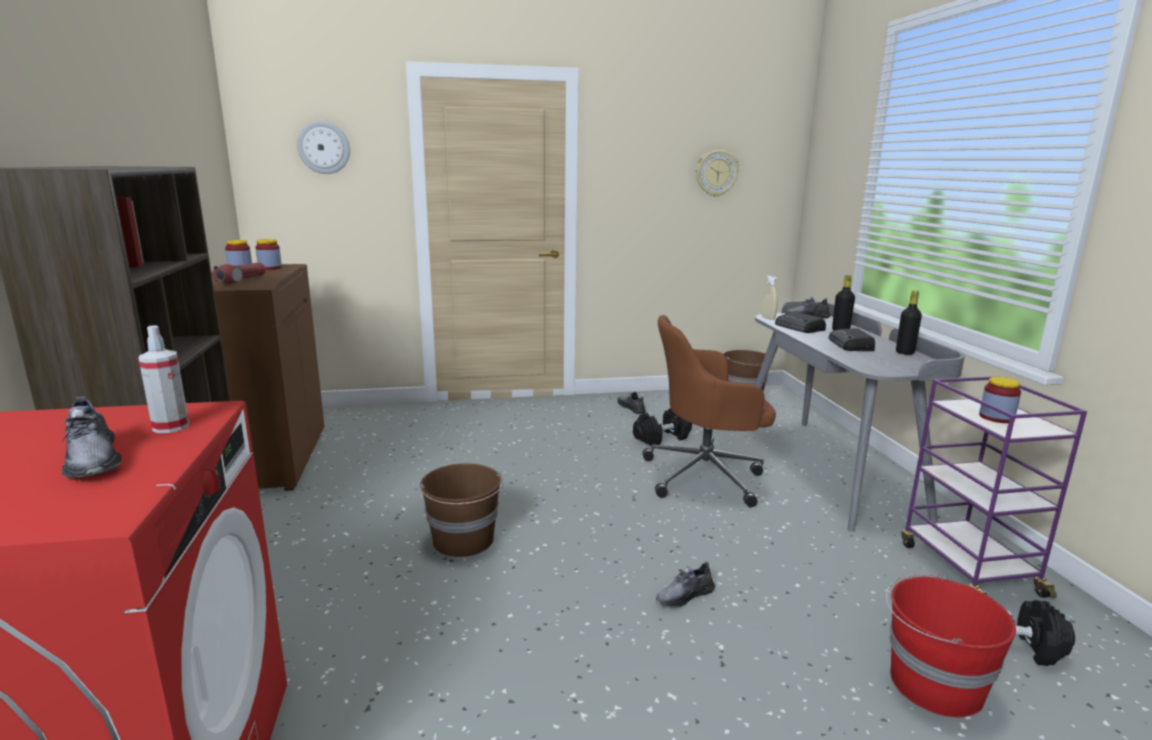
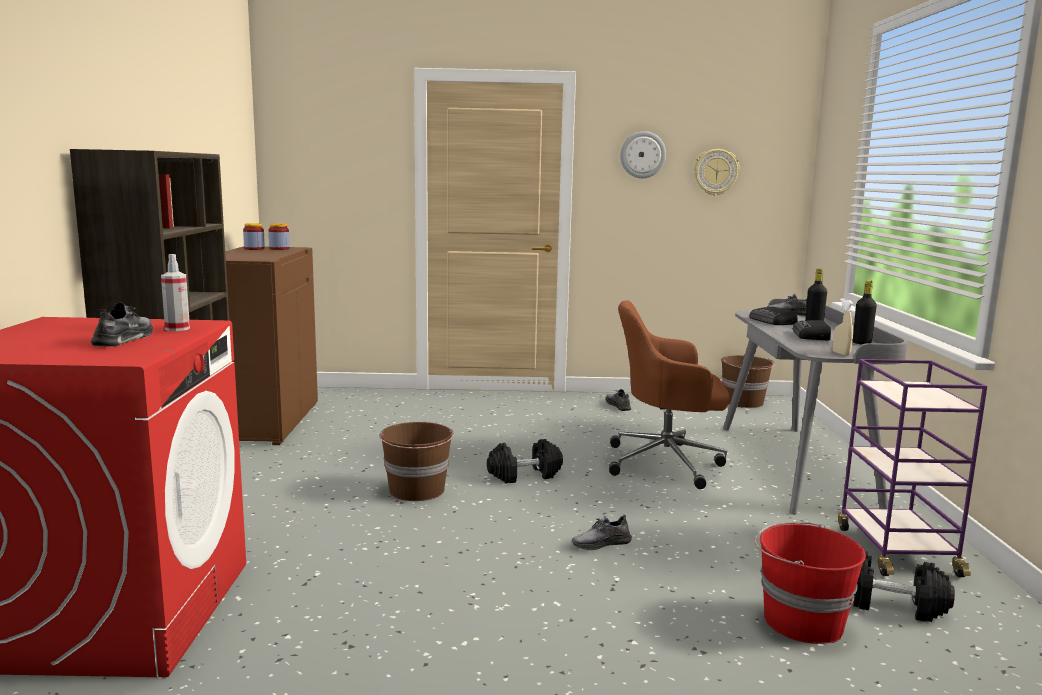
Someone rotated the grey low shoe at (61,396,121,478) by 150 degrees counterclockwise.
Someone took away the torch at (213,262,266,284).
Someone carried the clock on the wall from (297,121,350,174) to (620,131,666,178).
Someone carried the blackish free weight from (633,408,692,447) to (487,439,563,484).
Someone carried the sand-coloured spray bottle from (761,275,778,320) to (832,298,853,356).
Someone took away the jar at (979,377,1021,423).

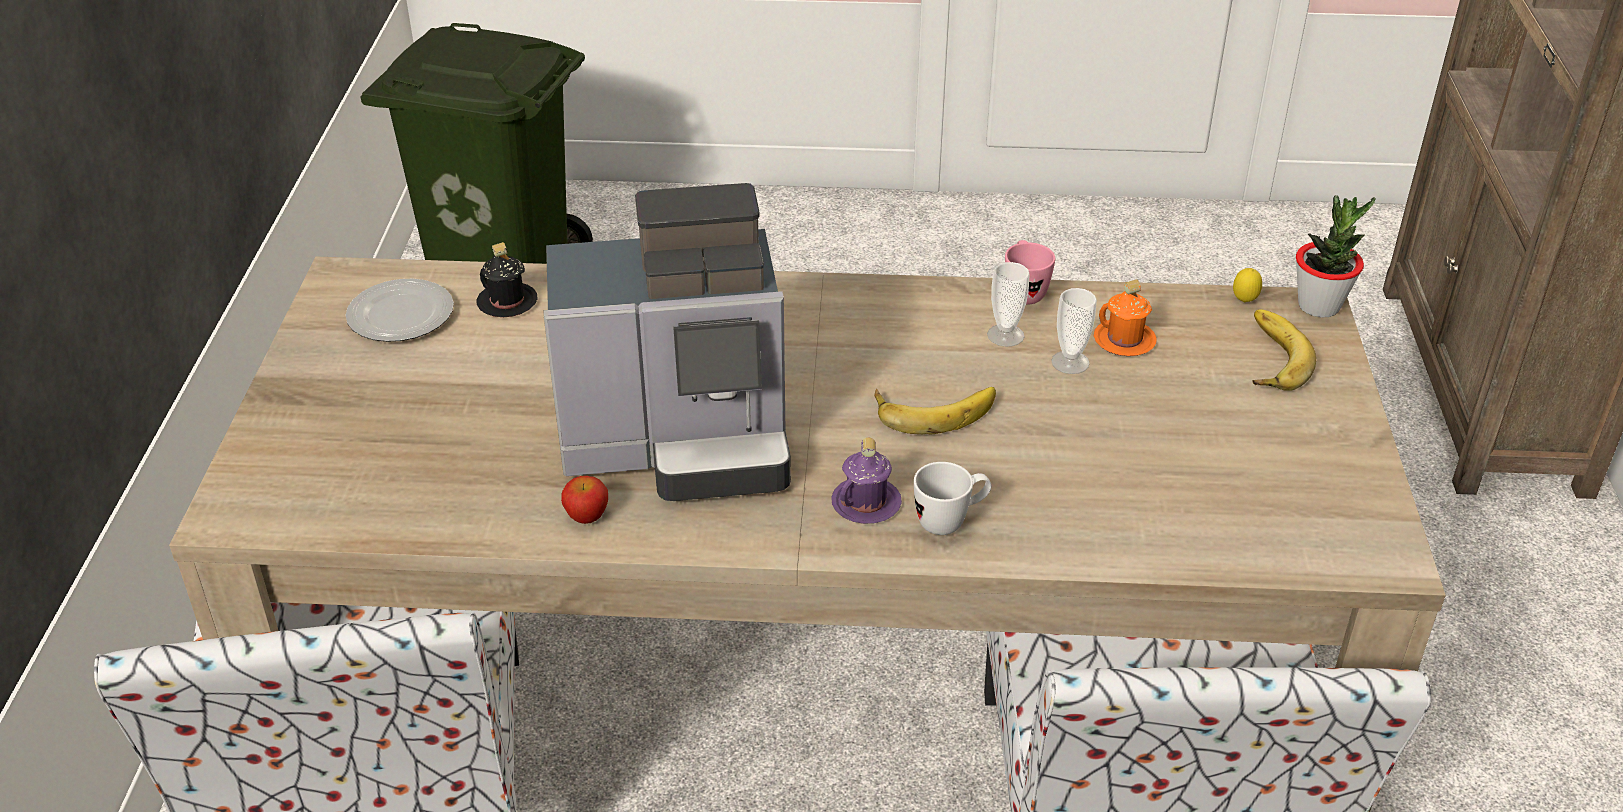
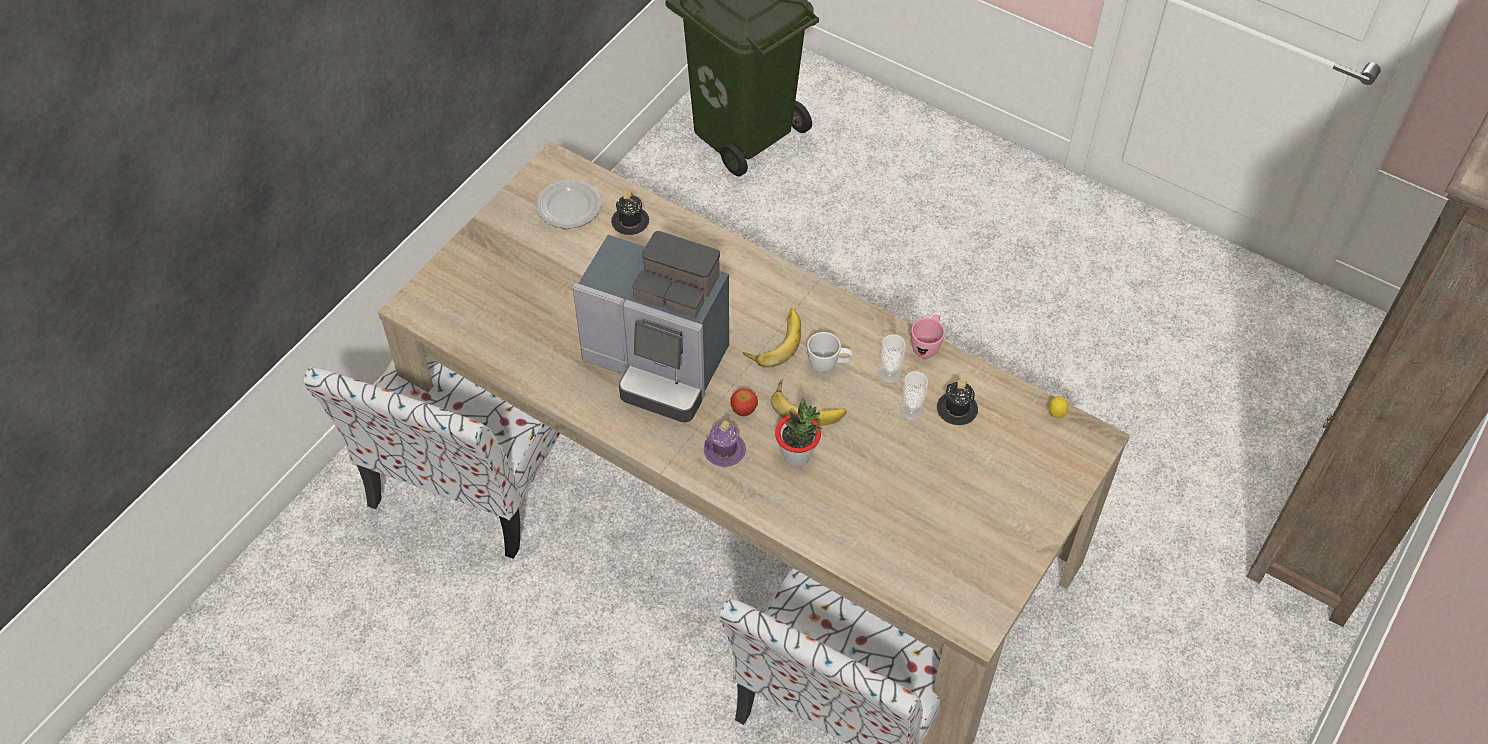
Someone carried the apple from (561,476,608,524) to (730,389,758,416).
Someone carried the white-coloured tea mug from (914,462,991,535) to (807,332,853,373).
Someone repainted the orange tea mug at (1094,279,1157,356), which became the blackish tea mug at (937,380,978,425).
Someone carried the banana fruit from (1252,309,1316,391) to (743,309,801,368).
Someone carried the potted plant from (1296,195,1376,318) to (775,398,822,466).

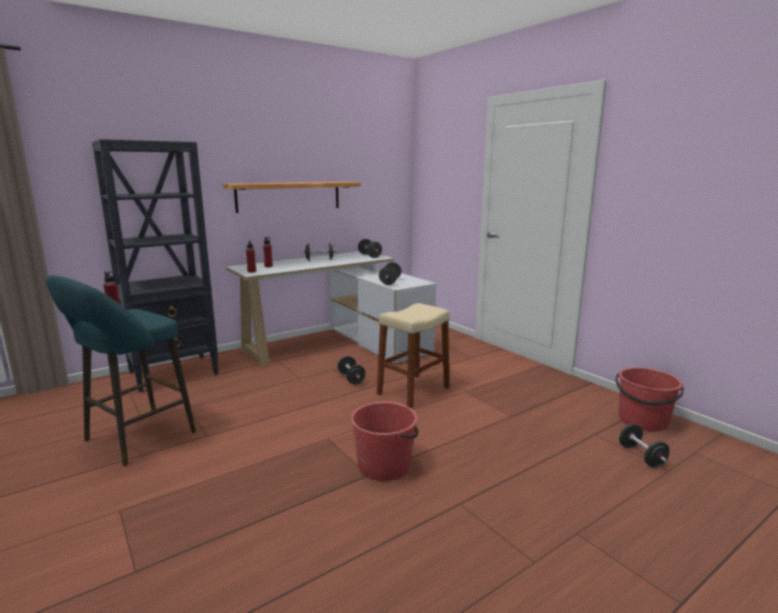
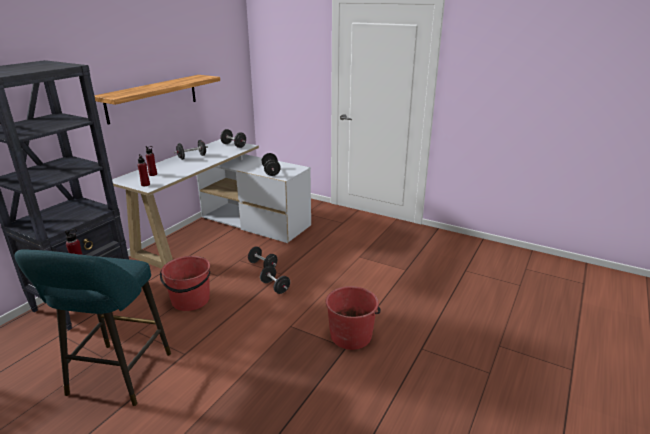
Someone took away the sand-coloured stool at (377,303,450,408).
Someone carried the reddish pail from (616,367,684,431) to (160,256,210,311).
Someone carried the blackish free weight from (619,424,670,467) to (260,266,290,294).

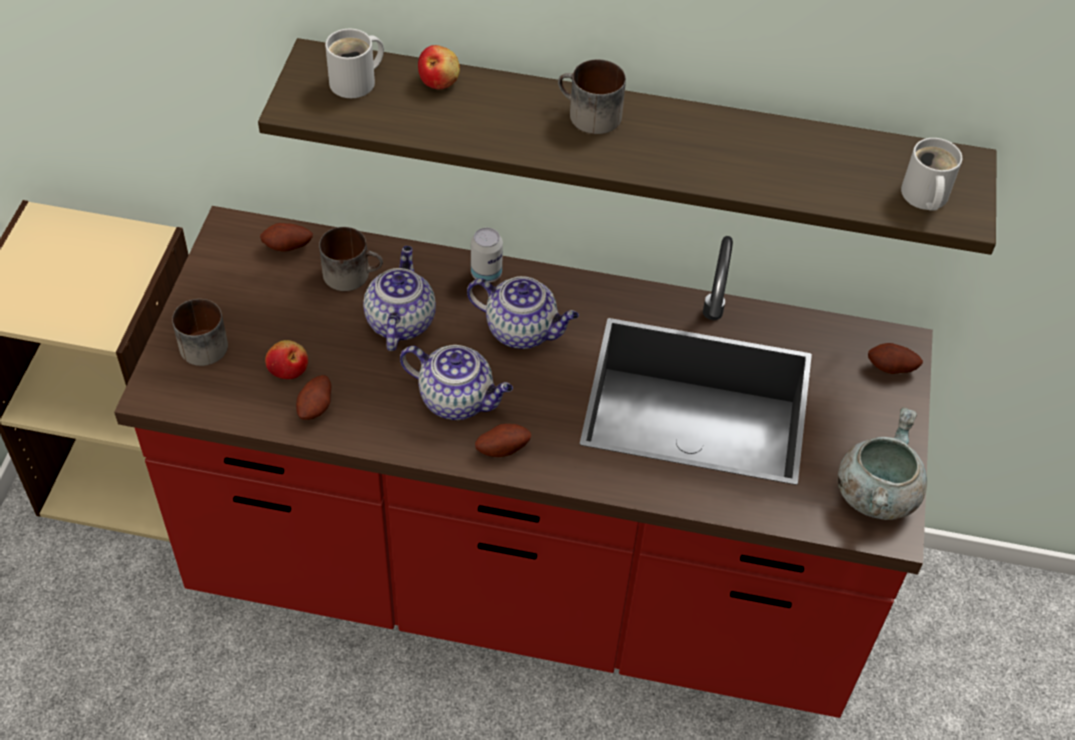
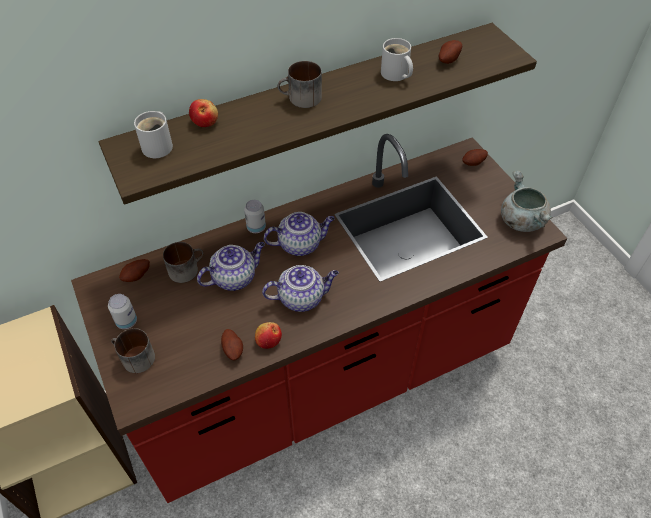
Someone carried the apple from (265,340,308,379) to (255,322,282,349).
Someone rotated the teapot at (363,246,436,351) by 90 degrees clockwise.
Someone carried the potato from (475,424,531,457) to (439,40,462,64).
Someone carried the white-coloured tea mug from (901,138,963,211) to (381,38,413,81).
Someone put down the can at (108,294,137,329).

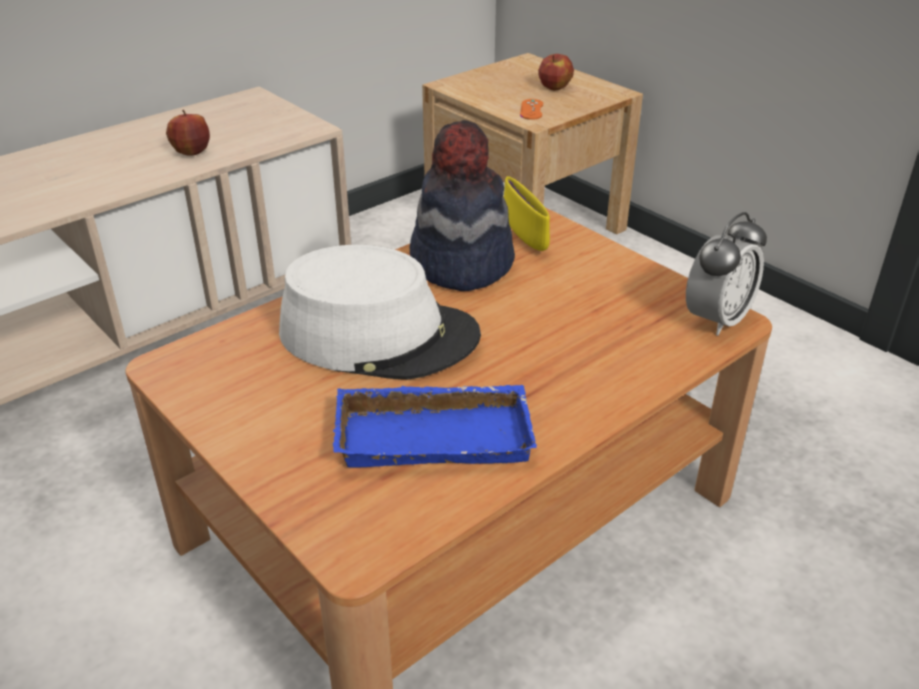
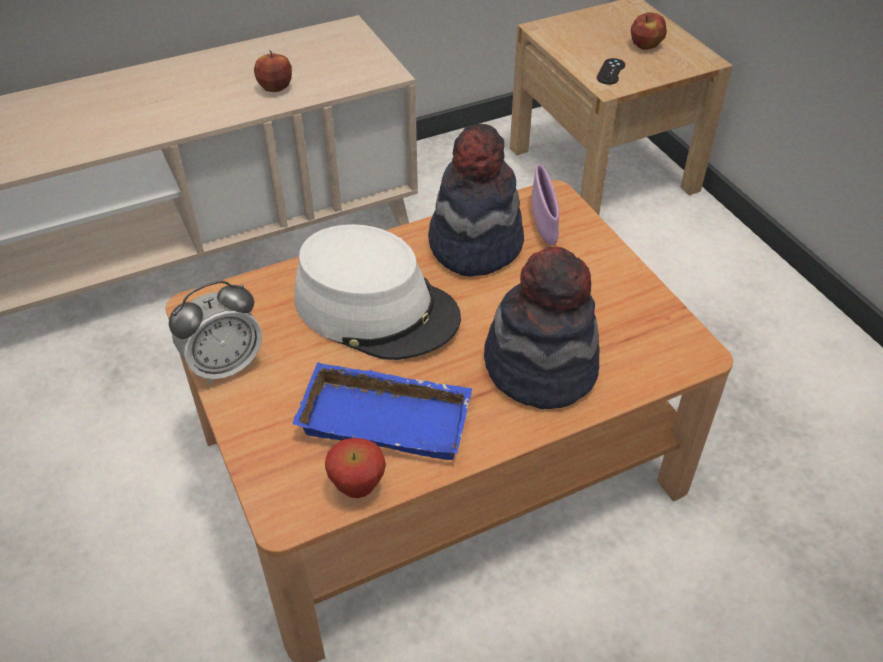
Someone repainted the yellow-coloured bowl at (504,176,550,251), which became the purple bowl at (532,164,559,245).
Someone repainted the orange joypad at (520,99,543,120), which became the blackish joypad at (597,58,625,84).
Someone carried the table clock from (686,212,767,336) to (169,280,262,385).
Someone put down the apple at (325,438,386,498).
Someone put down the wearable hat at (484,247,600,409).

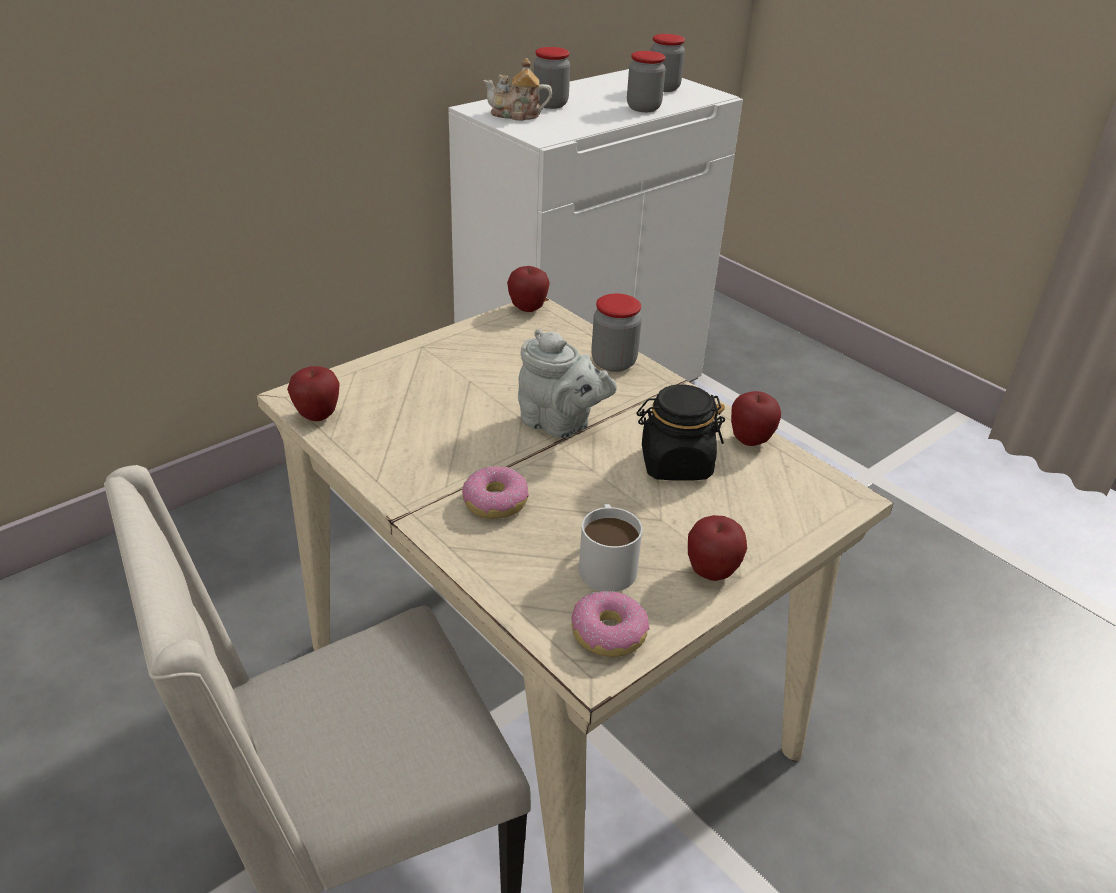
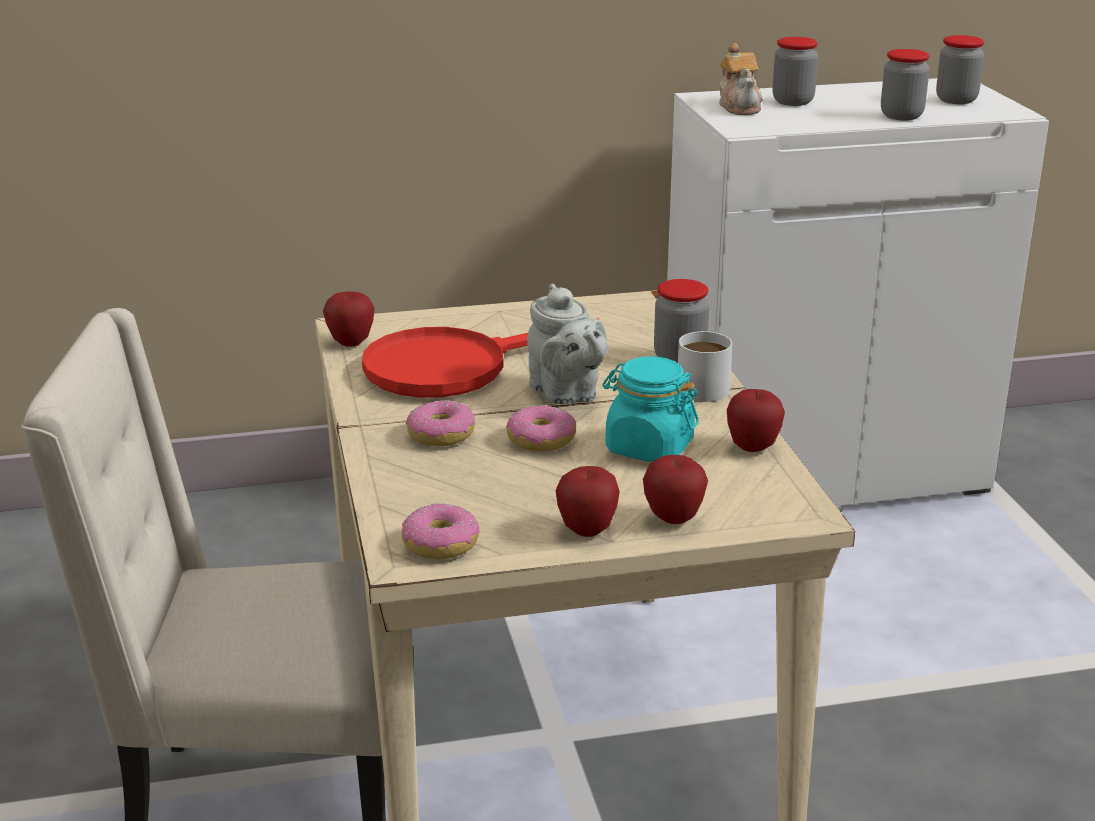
Someone rotated the teapot at (483,58,552,121) by 135 degrees counterclockwise.
Someone carried the apple from (507,266,550,312) to (643,455,708,524).
Someone carried the white-coloured tea mug from (579,504,642,592) to (678,331,732,402).
Someone repainted the blackish jar at (637,384,725,481), which became the turquoise jar at (602,356,699,462).
Someone put down the reddish skillet at (362,318,599,398).
Someone put down the doughnut at (506,405,576,451).

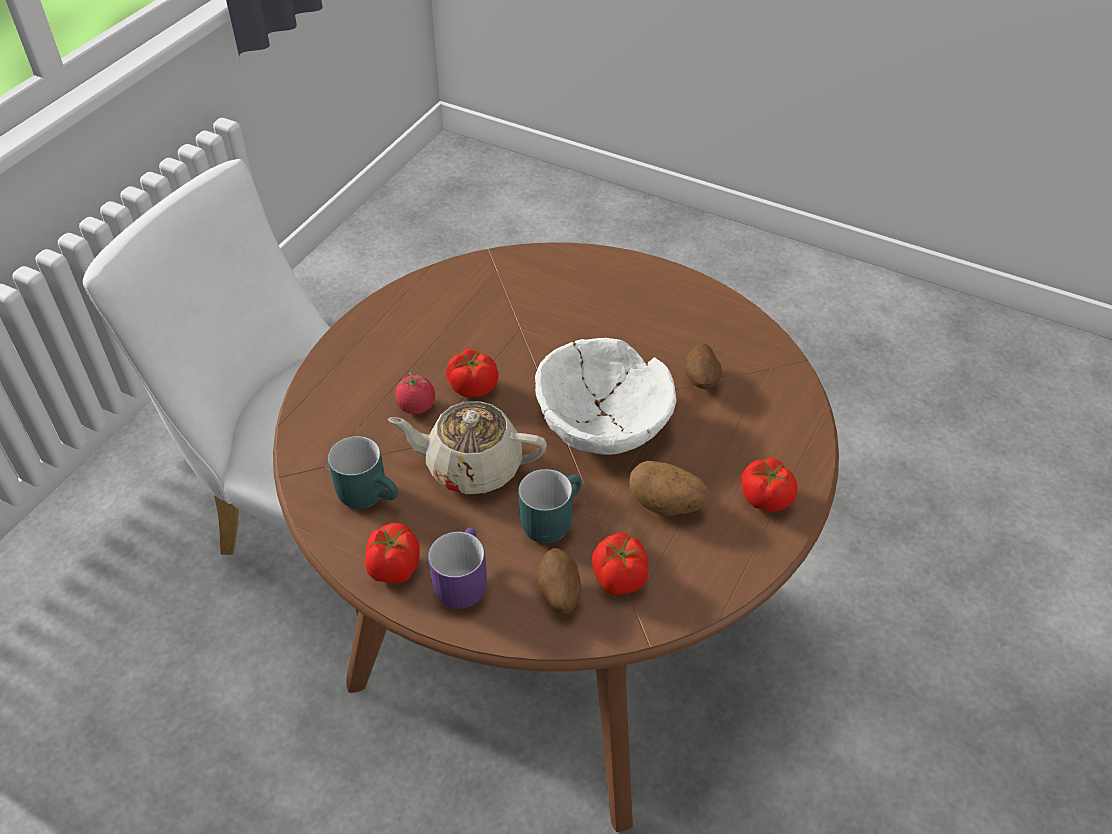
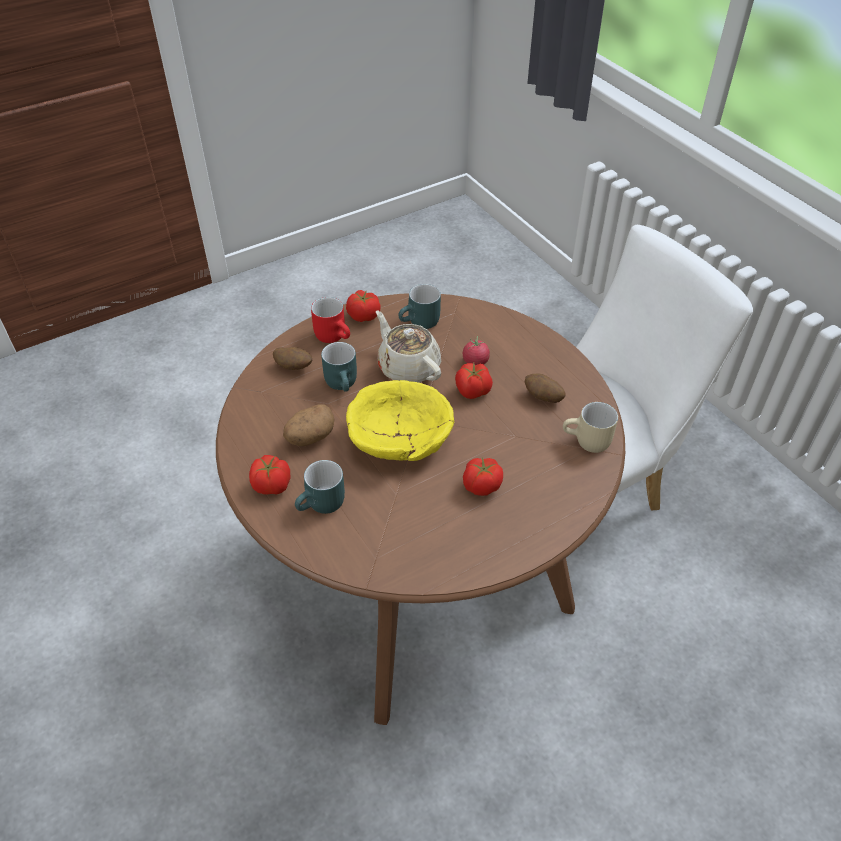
Someone rotated the sand-coloured teapot at (388,401,547,494) by 75 degrees counterclockwise.
Someone repainted the purple tea mug at (428,528,487,609), which became the reddish tea mug at (311,297,350,343).
Someone repainted the white-coloured bowl at (535,338,677,455), which became the yellow-coloured bowl at (346,380,454,461).
Someone carried the fresh tomato from (592,533,649,595) to (463,458,503,496).
Someone carried the potato from (685,343,722,389) to (525,373,566,403).
Someone put down the turquoise tea mug at (295,460,345,514).
Someone put down the sand-coloured tea mug at (563,402,618,453).

